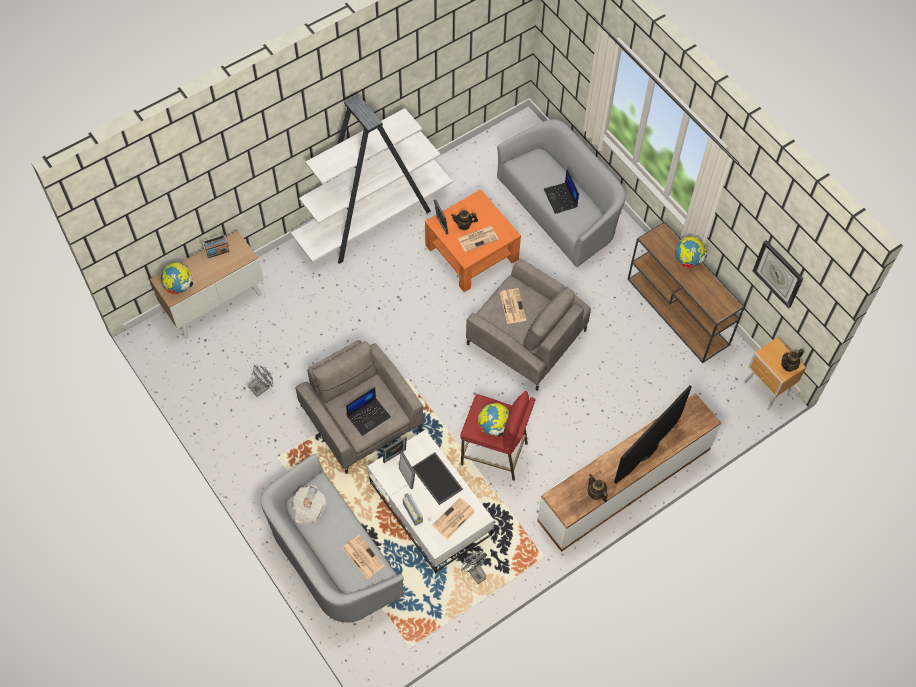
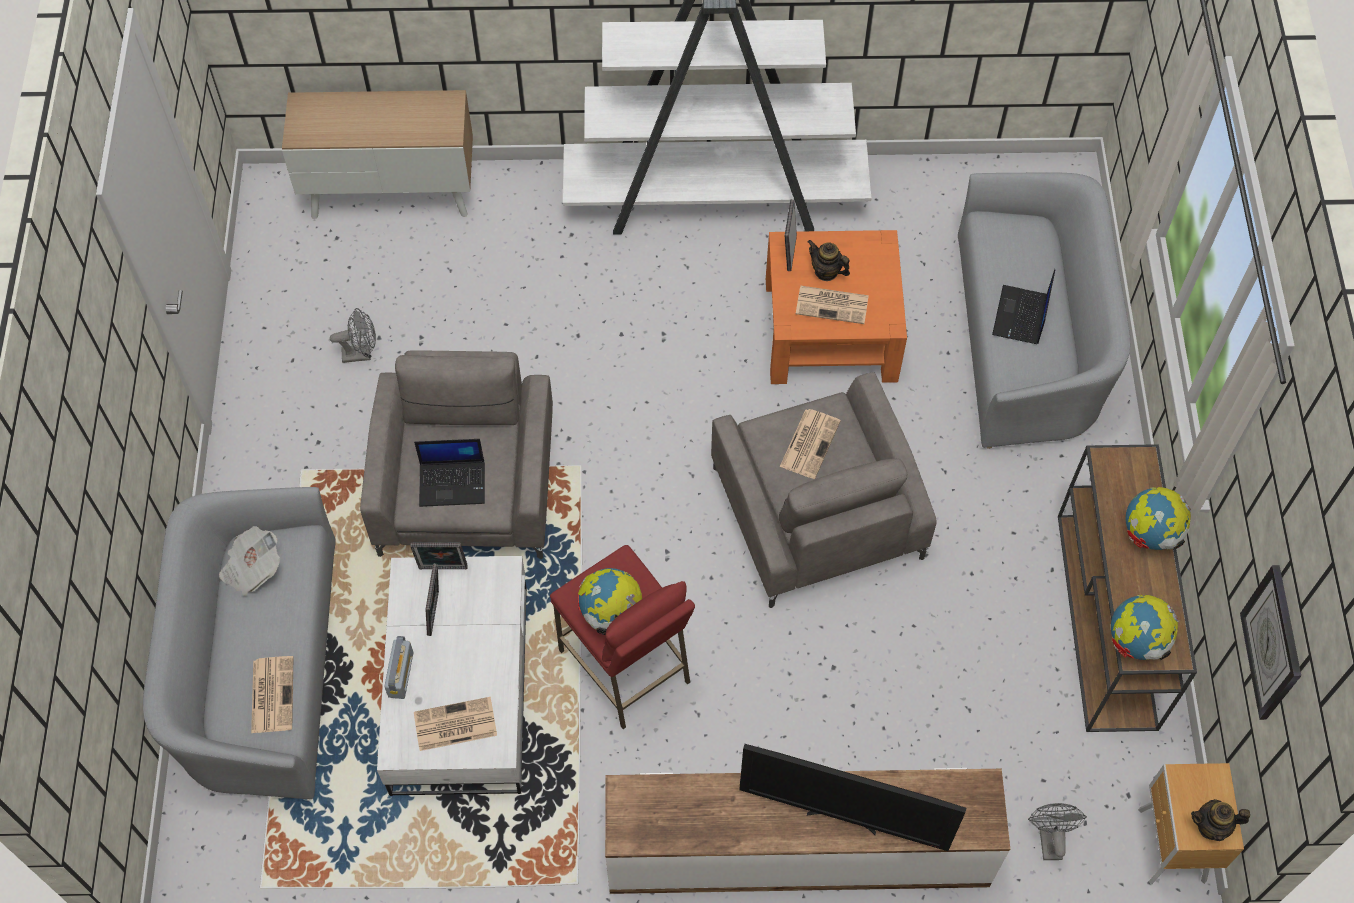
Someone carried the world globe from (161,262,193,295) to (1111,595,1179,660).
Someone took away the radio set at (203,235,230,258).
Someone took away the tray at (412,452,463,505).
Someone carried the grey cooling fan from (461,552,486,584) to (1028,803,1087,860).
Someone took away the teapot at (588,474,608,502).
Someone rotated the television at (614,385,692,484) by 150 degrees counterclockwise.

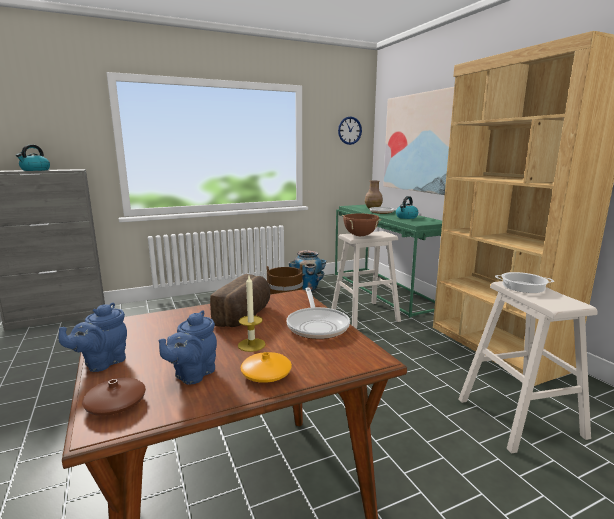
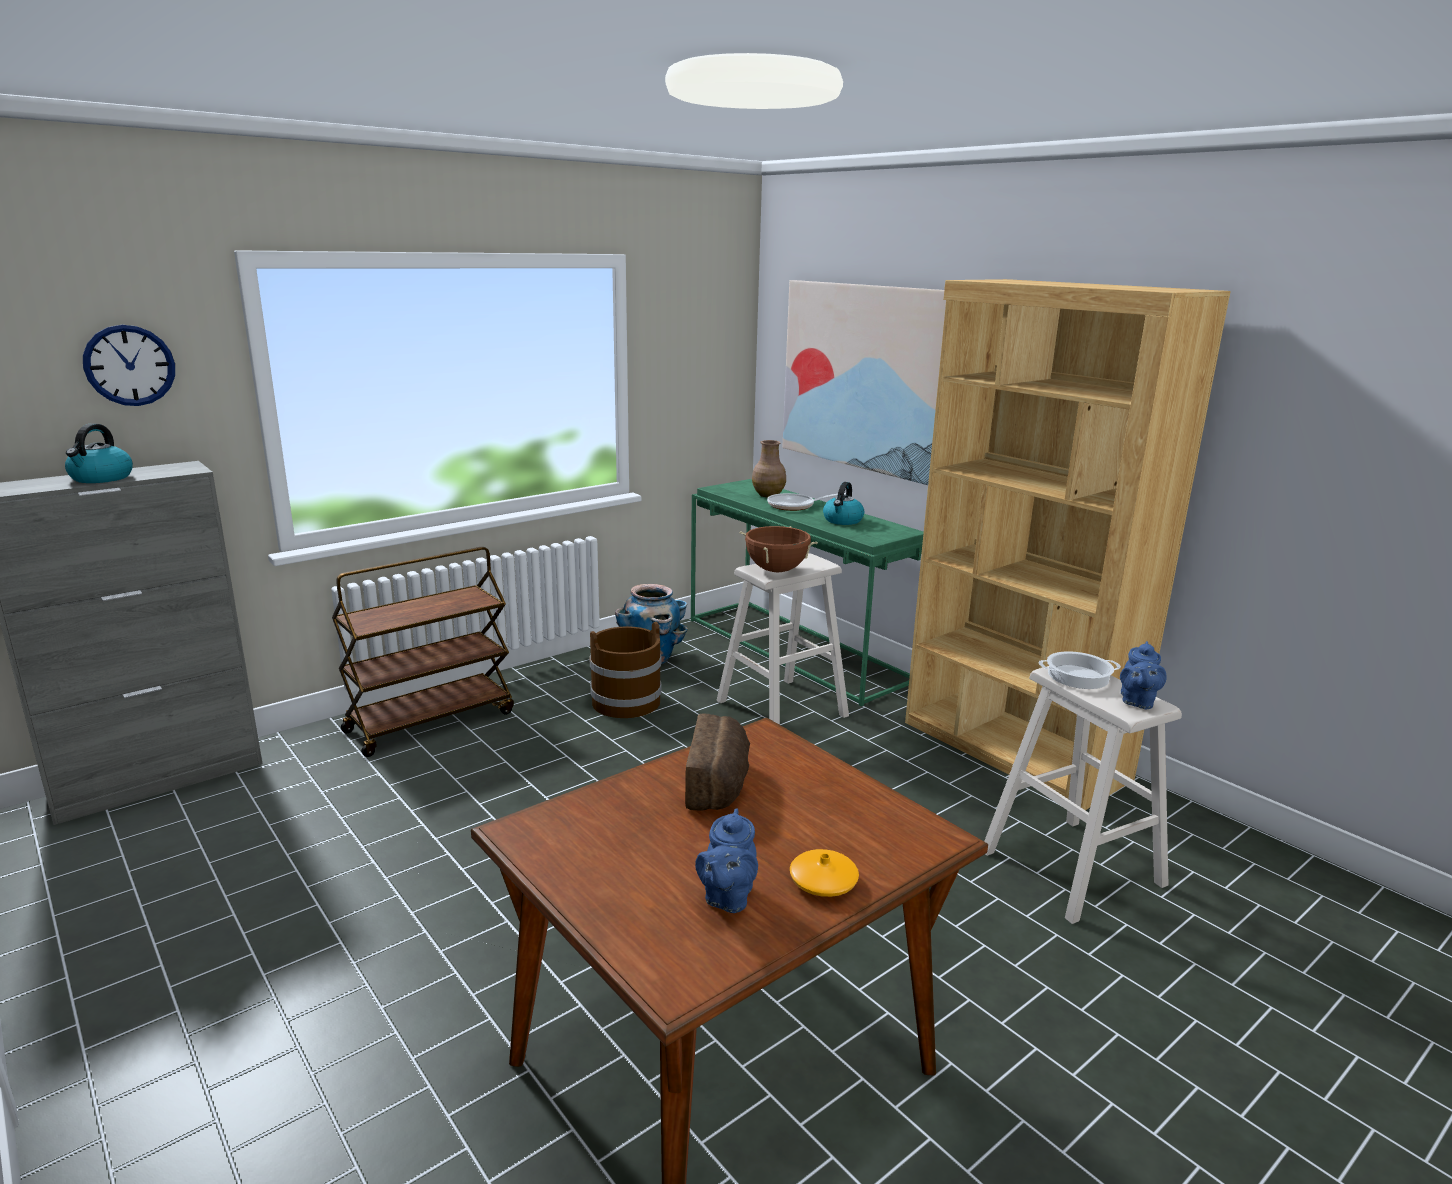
Someone carried the blue teapot from (59,303,127,372) to (1120,641,1167,709).
Someone took away the brownish decorative vase at (82,378,146,416).
Someone took away the wax light at (238,276,266,352).
Someone took away the skillet at (287,288,350,339).
Someone carried the clock on the wall from (338,116,362,145) to (83,325,175,406).
Someone put down the brownish wheeled cart at (332,547,514,757).

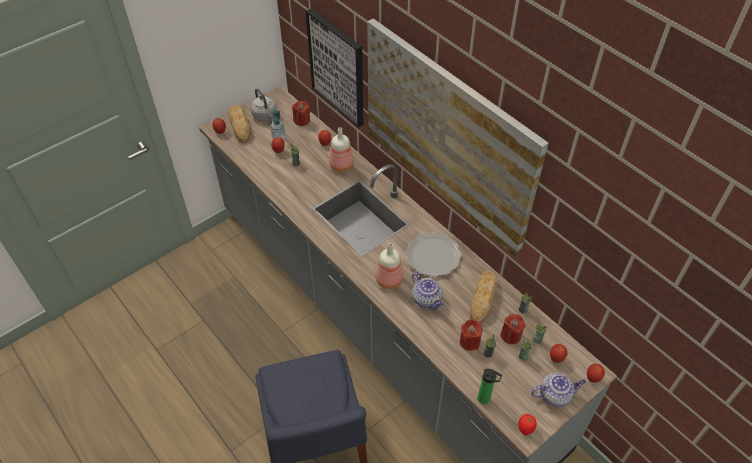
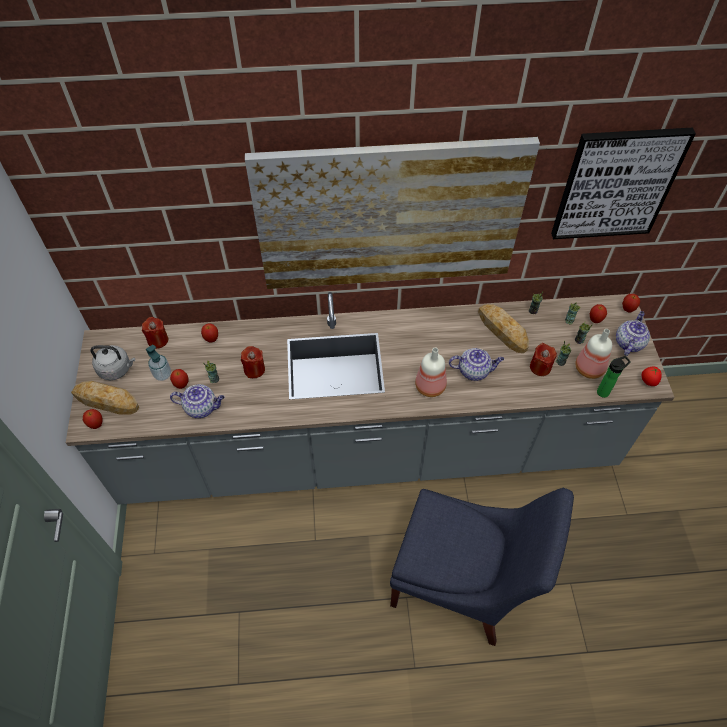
Someone carried the picture from (306,9,363,128) to (551,128,696,239).
Someone carried the beverage bottle from (329,127,354,172) to (575,329,612,379).
Someone took away the plate at (405,232,462,277).
Someone carried the reddish wax light from (500,314,525,344) to (241,346,265,378).
Someone put down the teapot at (170,384,225,418).

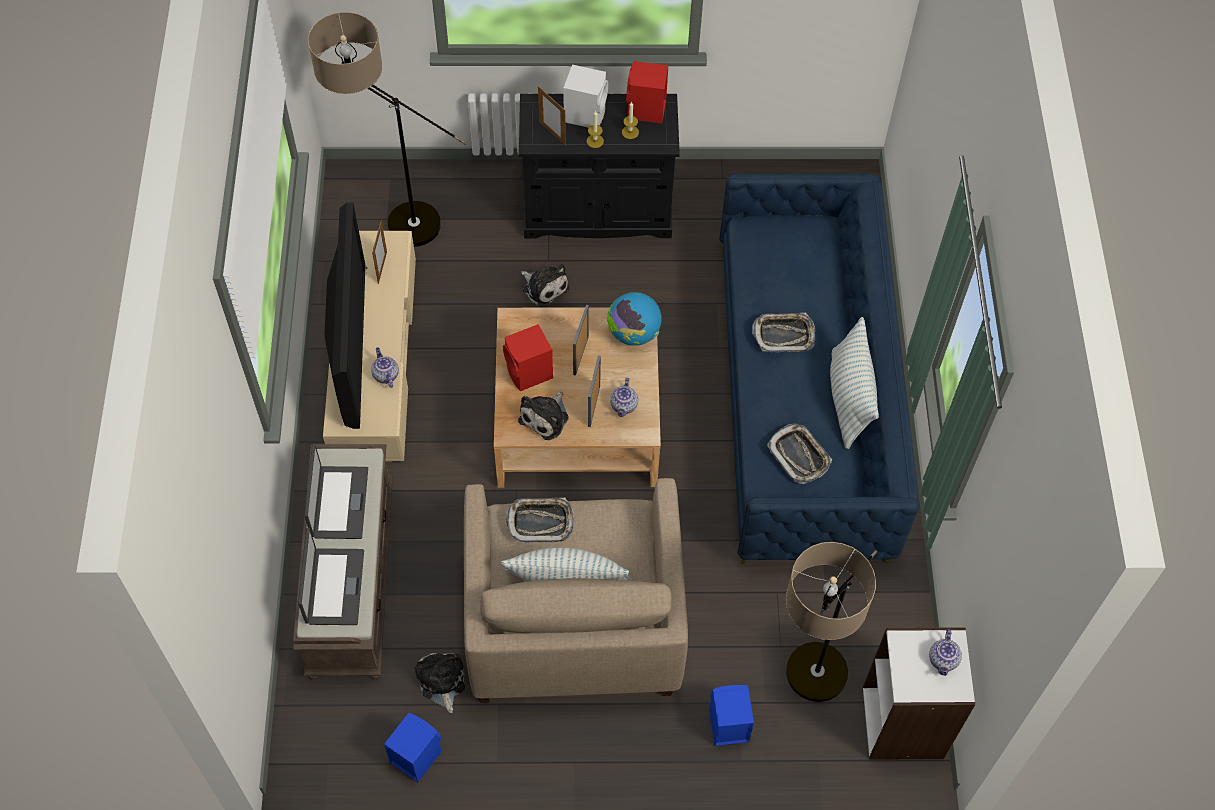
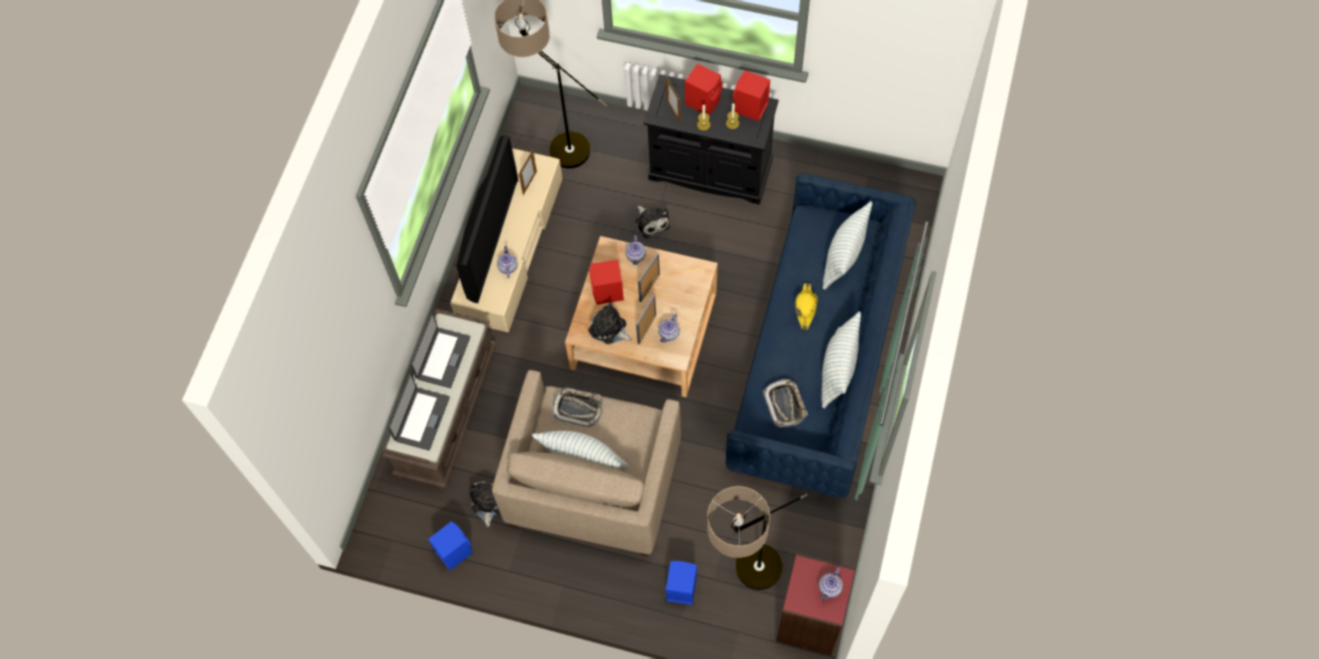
Someone rotated the cuddly toy at (518,391,569,440) by 75 degrees clockwise.
Someone repainted the white-coloured speaker at (563,65,608,128), which became the reddish speaker at (685,64,723,115).
Someone took away the world globe at (607,292,662,346).
Someone swapped the tray at (752,313,815,352) for the yellow-coloured wearable hat at (795,283,818,330).
Someone repainted the white-coloured shelving unit at (863,627,975,760), which became the reddish shelving unit at (776,553,855,656).
Someone put down the teapot at (625,235,646,265).
Someone put down the throw pillow at (823,201,873,290).

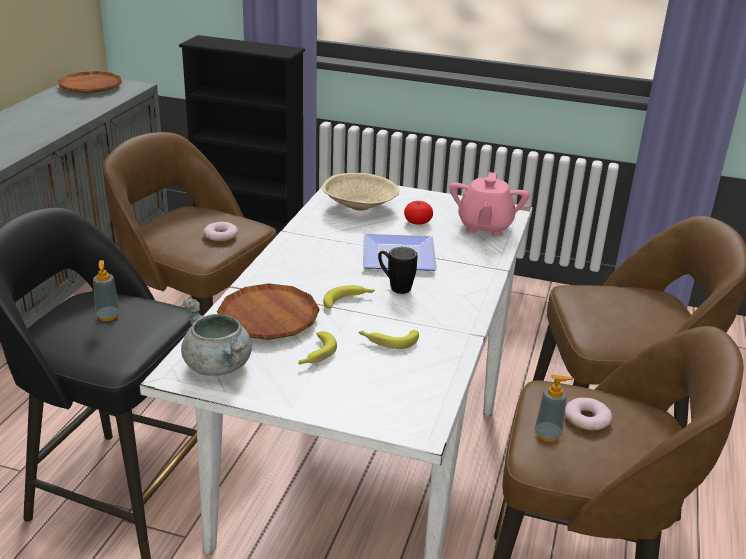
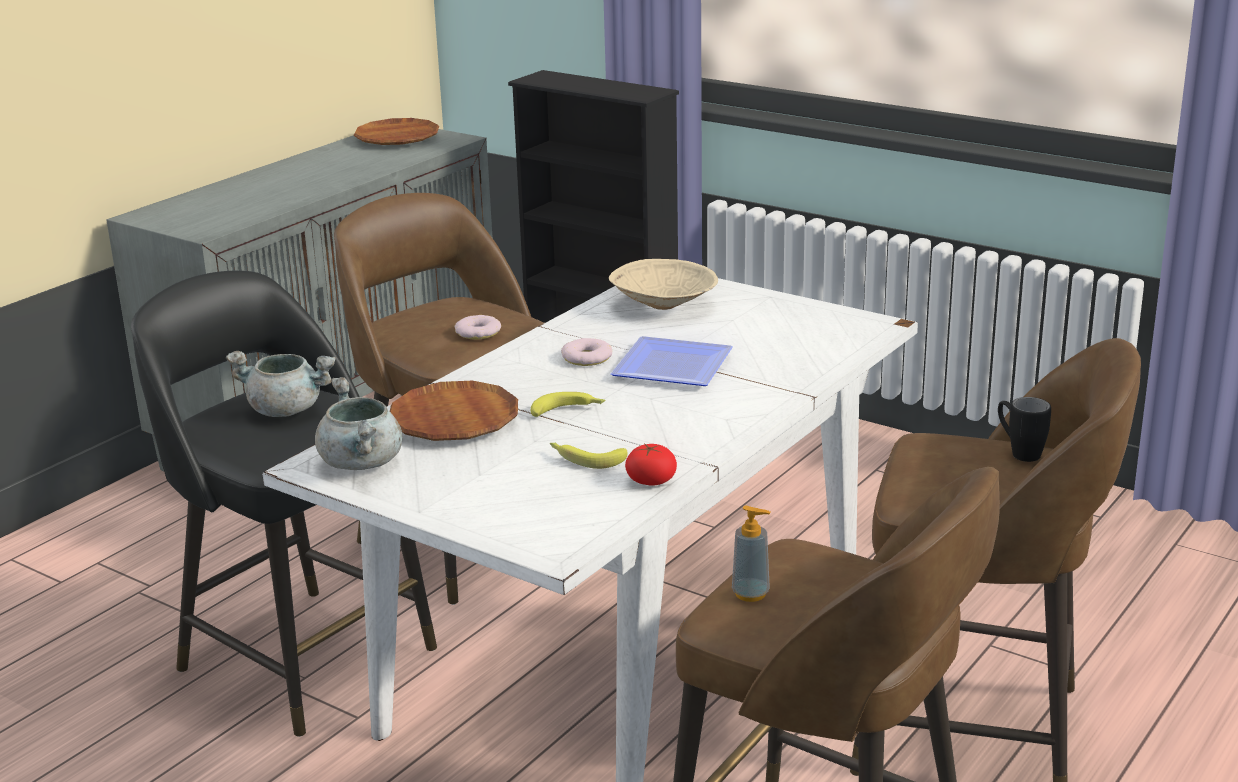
Someone swapped the liquid soap bottle at (93,260,120,321) for the grey saucepot at (226,351,336,417).
Someone took away the banana fruit at (298,331,337,365).
Someone carried the blackish tea mug from (378,247,417,294) to (998,397,1051,462).
Someone carried the fresh tomato from (404,201,433,225) to (625,443,677,486).
Someone took away the pinkish teapot at (450,172,529,236).
Someone carried the doughnut from (565,398,612,430) to (561,338,612,366).

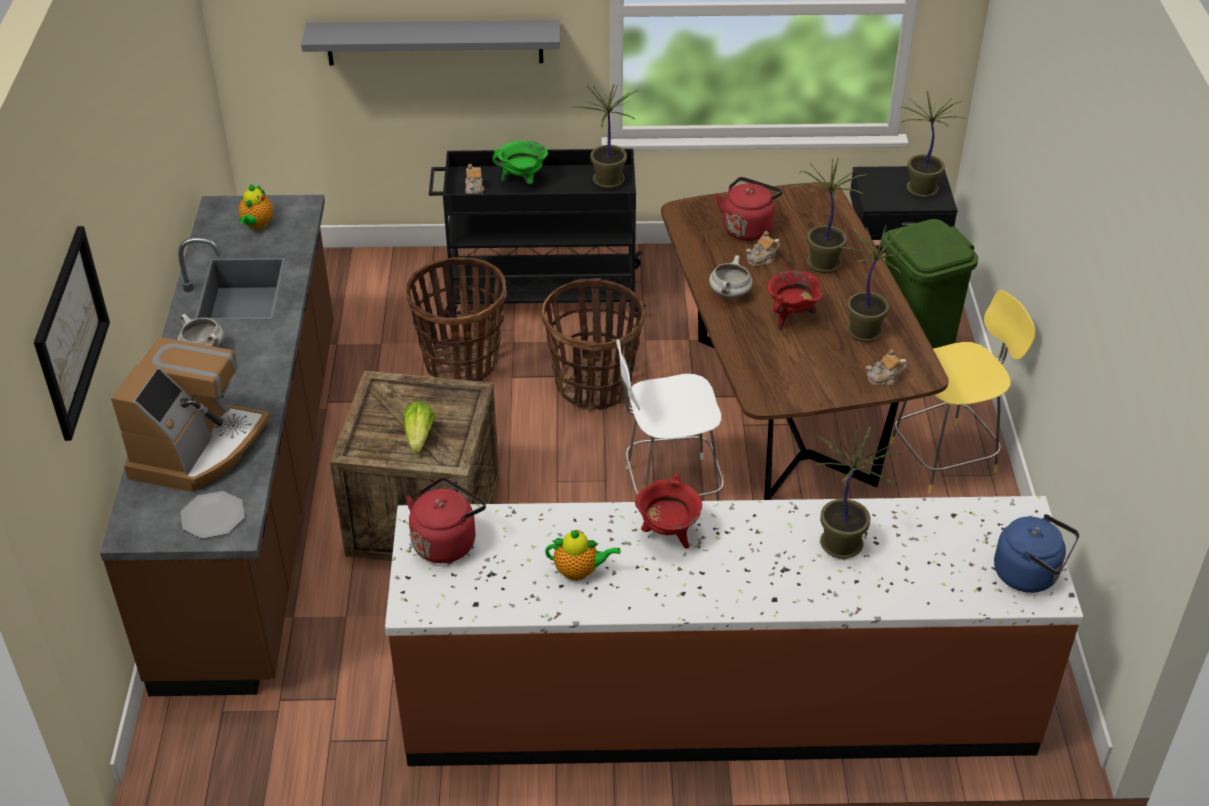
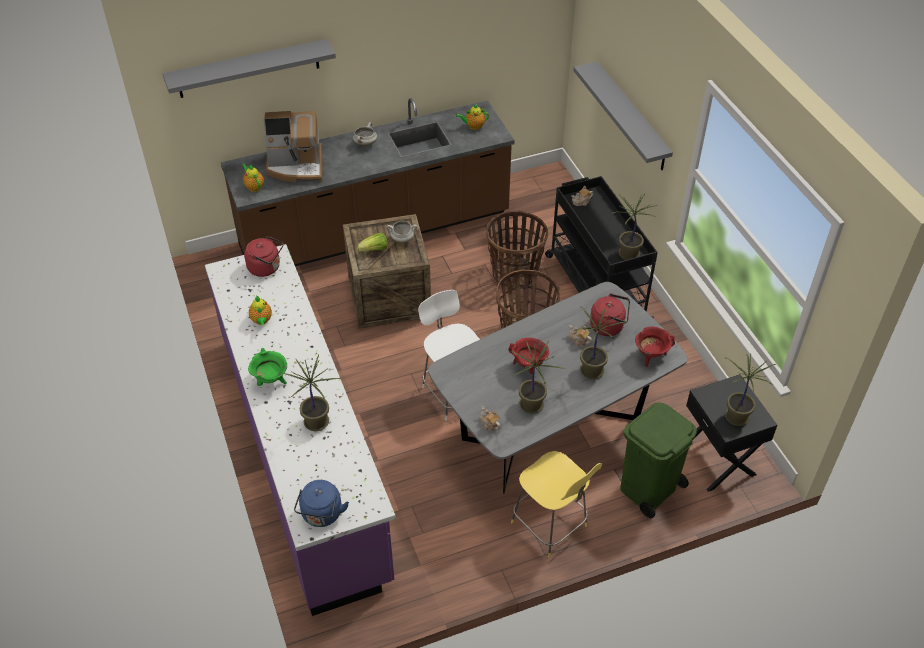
Someone swapped the picture at (34,226,110,441) for the grey bracket shelf at (163,39,336,98).
Someone swapped the plate at (181,491,245,539) for the teapot at (242,164,264,192).
Someone repainted the brownish kitchen base unit at (385,496,1084,766), which became the purple kitchen base unit at (205,244,396,616).
Someone carried the green saucepot from (493,141,548,184) to (248,348,287,386).
Someone carried the reddish saucepot from (635,474,702,549) to (635,326,675,367).
Someone repainted the brownish dinner table at (661,182,949,500), which became the grey dinner table at (428,282,687,493).
Someone carried the white-coloured saucepot from (709,255,753,299) to (386,221,417,243).

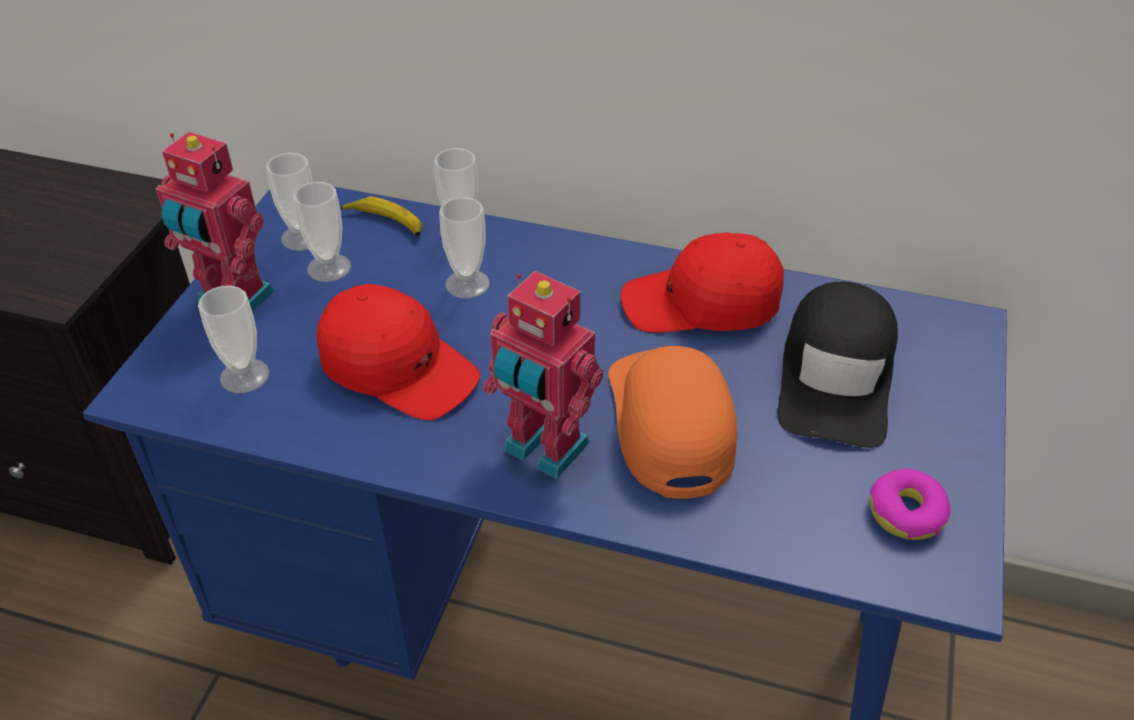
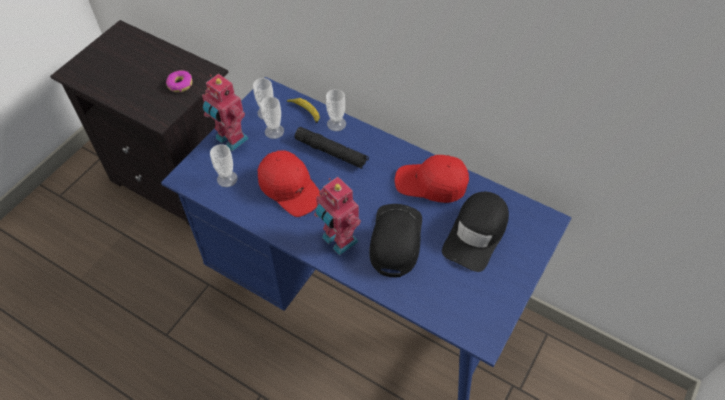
Someone swapped the small cup at (439,197,490,299) for the blackish torch at (295,127,369,169).
Someone repainted the orange baseball cap at (608,346,737,499), which became the blackish baseball cap at (369,204,422,277).
Someone carried the doughnut from (870,469,951,540) to (166,70,192,92).

